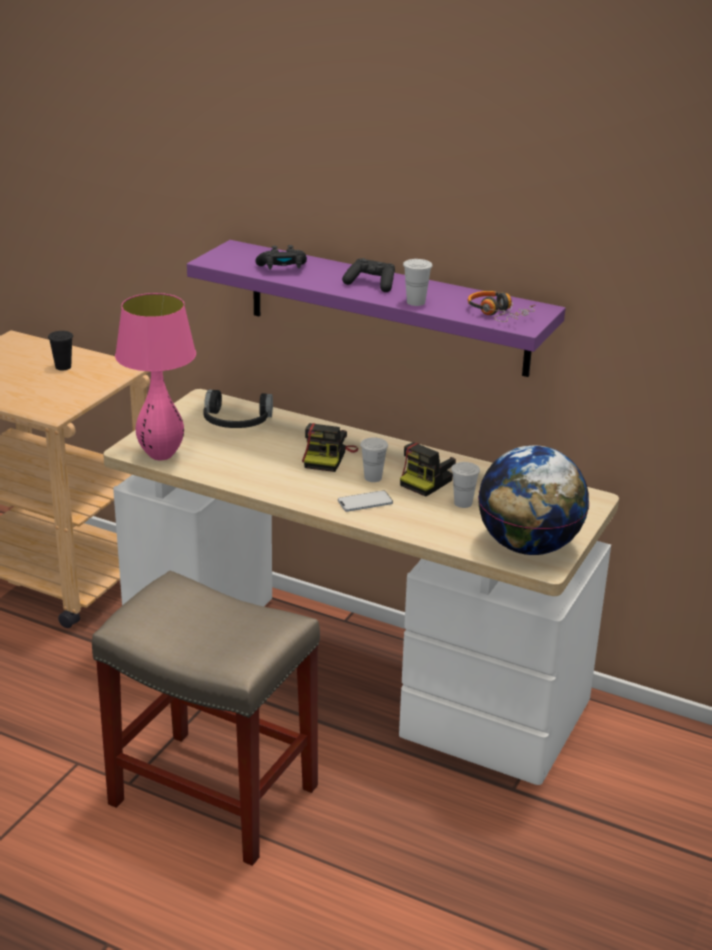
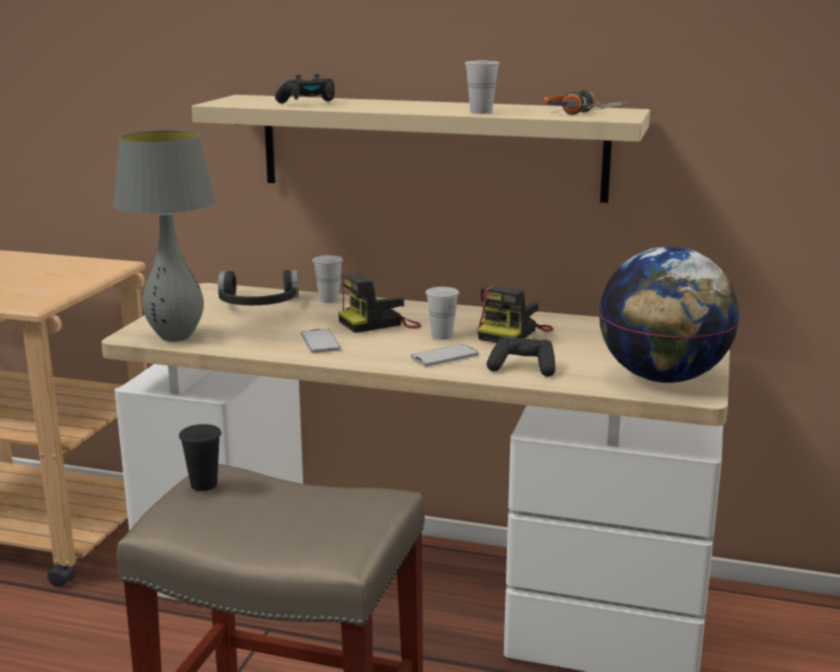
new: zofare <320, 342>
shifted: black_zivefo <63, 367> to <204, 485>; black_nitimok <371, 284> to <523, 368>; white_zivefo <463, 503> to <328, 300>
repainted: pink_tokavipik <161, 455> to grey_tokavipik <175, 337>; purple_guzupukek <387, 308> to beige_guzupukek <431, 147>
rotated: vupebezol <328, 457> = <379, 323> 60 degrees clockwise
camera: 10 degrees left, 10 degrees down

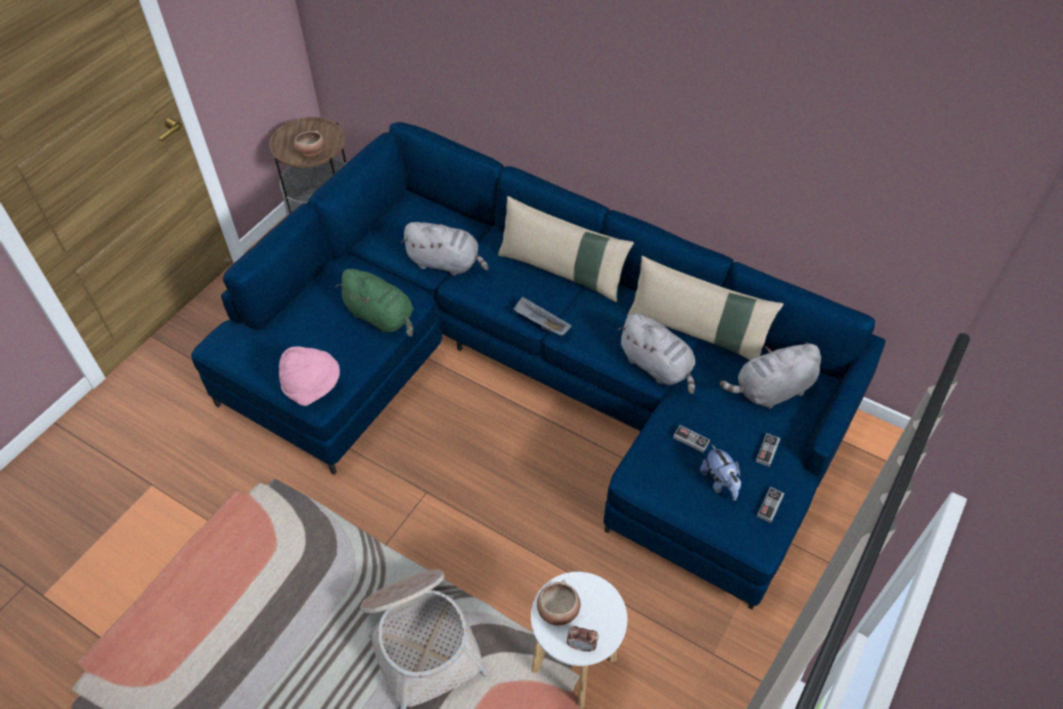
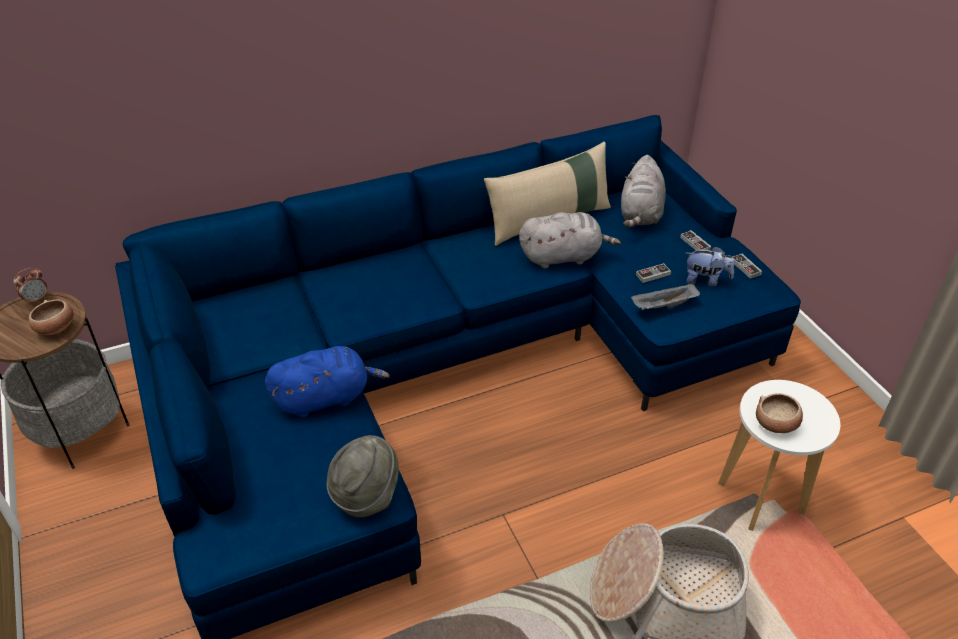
gone: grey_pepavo <446, 263>; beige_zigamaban <562, 271>
shifted: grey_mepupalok <540, 324> to <663, 306>; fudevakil <581, 645> to <36, 299>
repainted: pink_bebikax <313, 389> to grey_bebikax <365, 494>; green_pepavo <382, 317> to blue_pepavo <326, 398>
camera: 55 degrees left, 10 degrees down

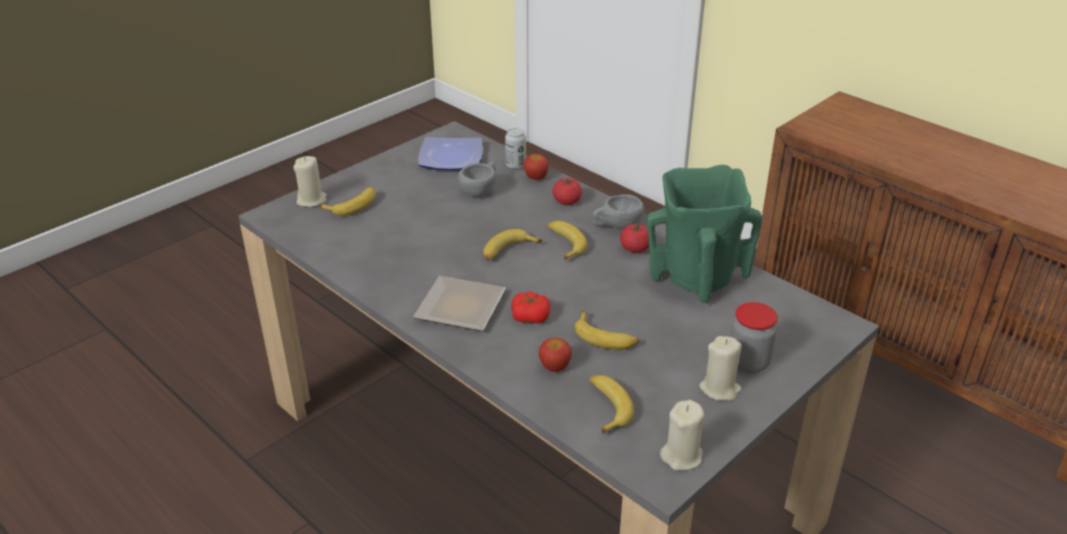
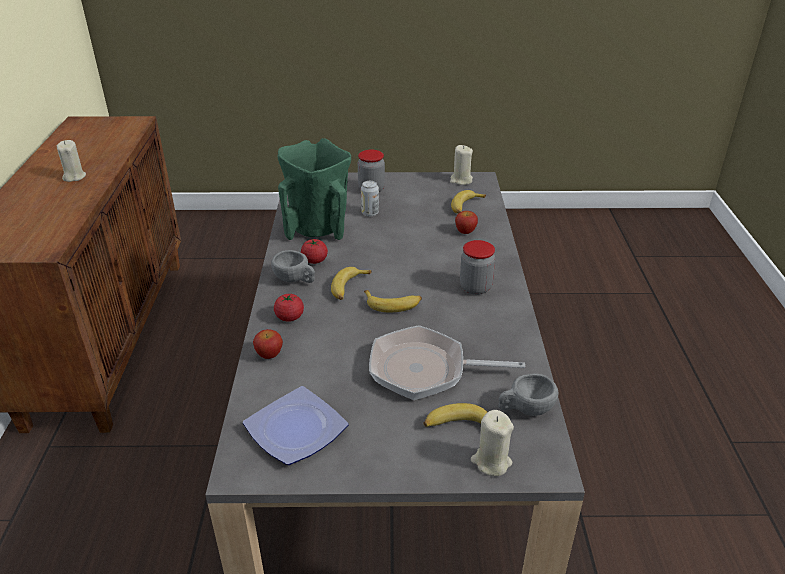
gone: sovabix <530, 316>; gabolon <605, 337>
new: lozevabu <425, 370>
shifted: grey_zivefo <481, 191> to <525, 409>; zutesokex <515, 165> to <370, 213>; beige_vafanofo <720, 389> to <74, 177>
swapped: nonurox <459, 305> to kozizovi <475, 287>
camera: 135 degrees left, 0 degrees up

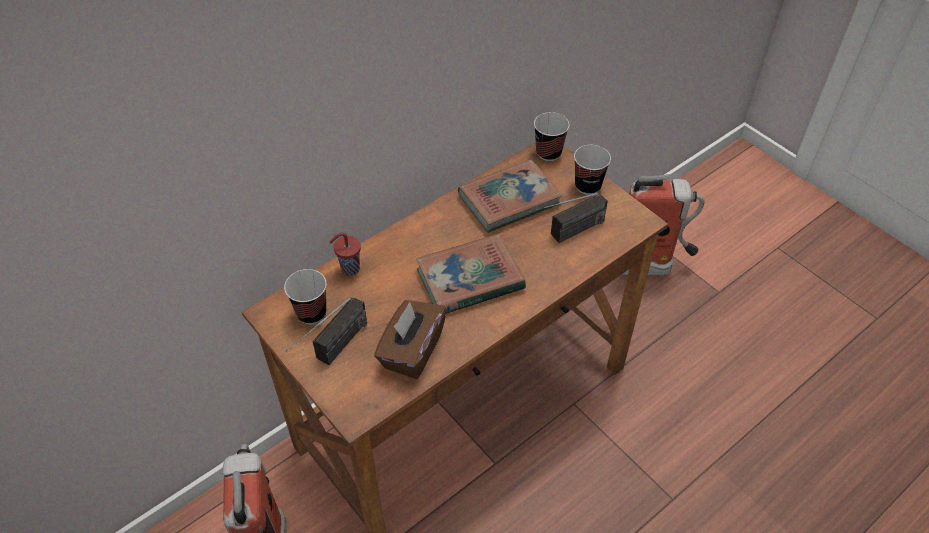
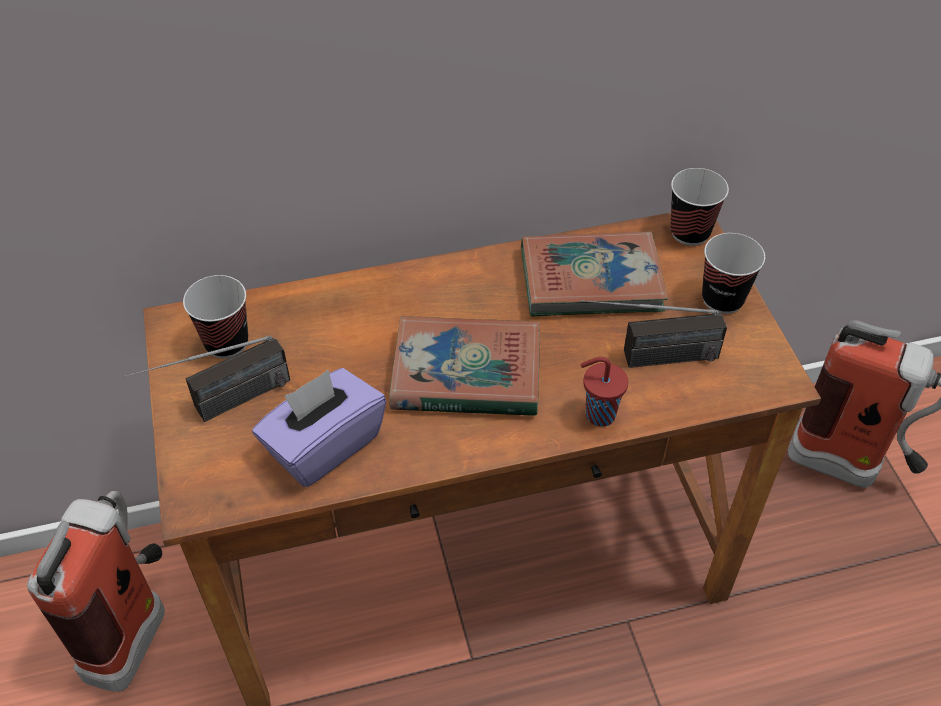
shifted: red_zivefo <349, 269> to <598, 414>
repainted: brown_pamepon <411, 351> to purple_pamepon <324, 445>
camera: 25 degrees right, 0 degrees up

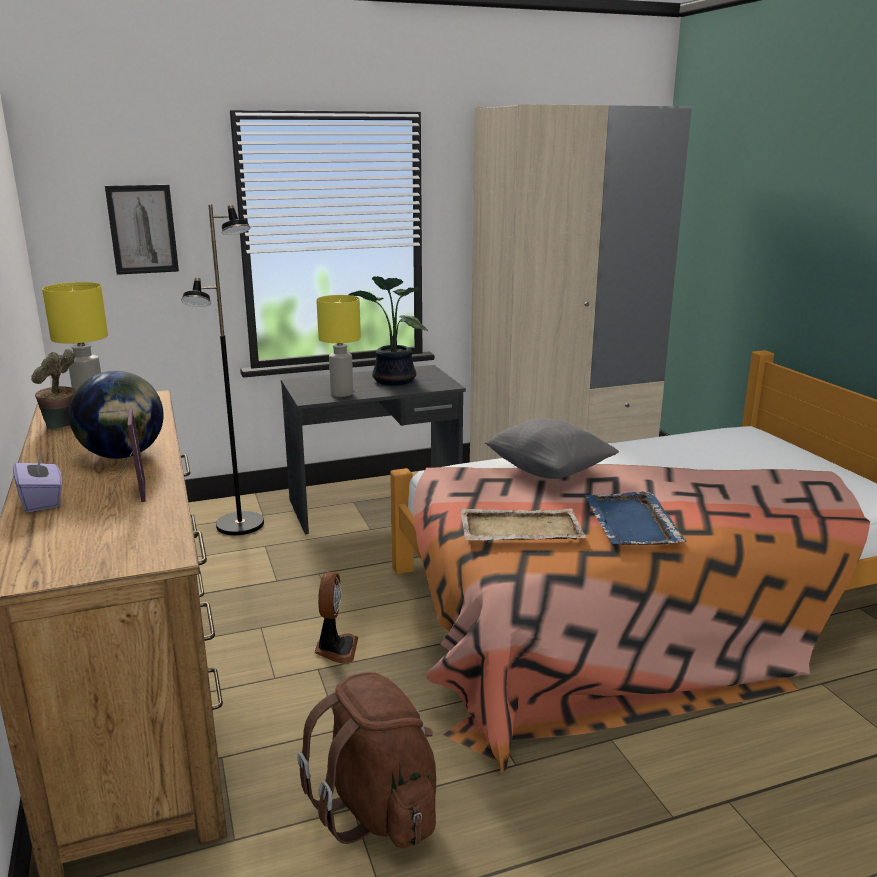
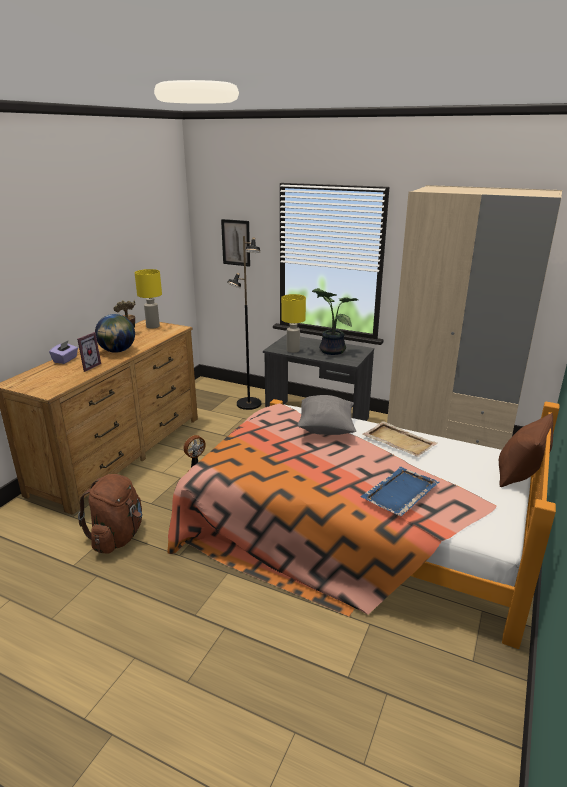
new: brown_zigamaban <520, 475>
shifted: beige_mepupalok <519, 529> to <398, 441>; blue_mepupalok <632, 523> to <399, 493>
camera: 45 degrees right, 5 degrees up

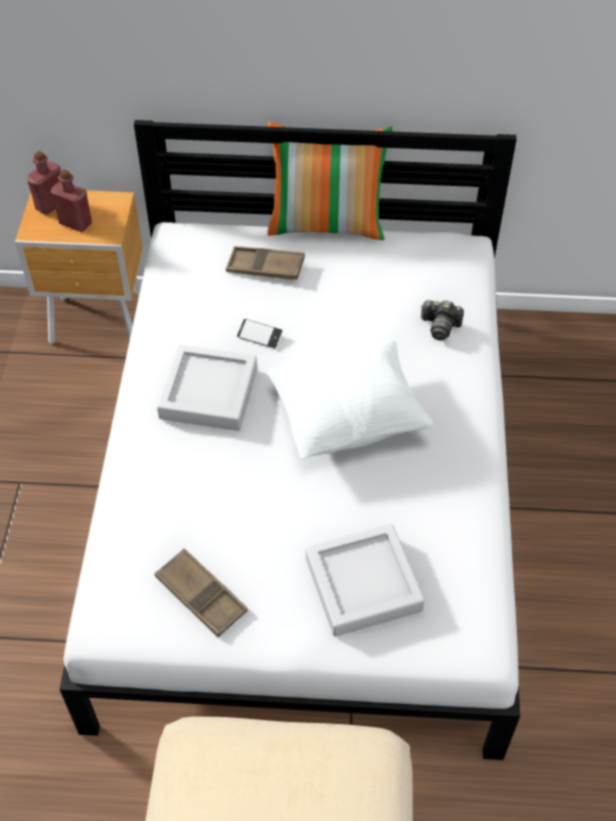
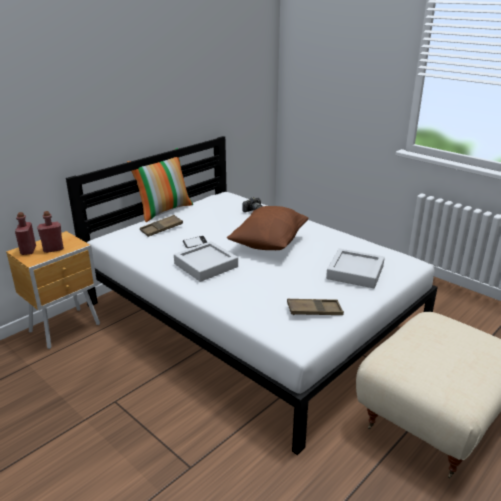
repainted: white_zigamaban <349, 419> to brown_zigamaban <269, 243>
camera: 50 degrees left, 25 degrees down

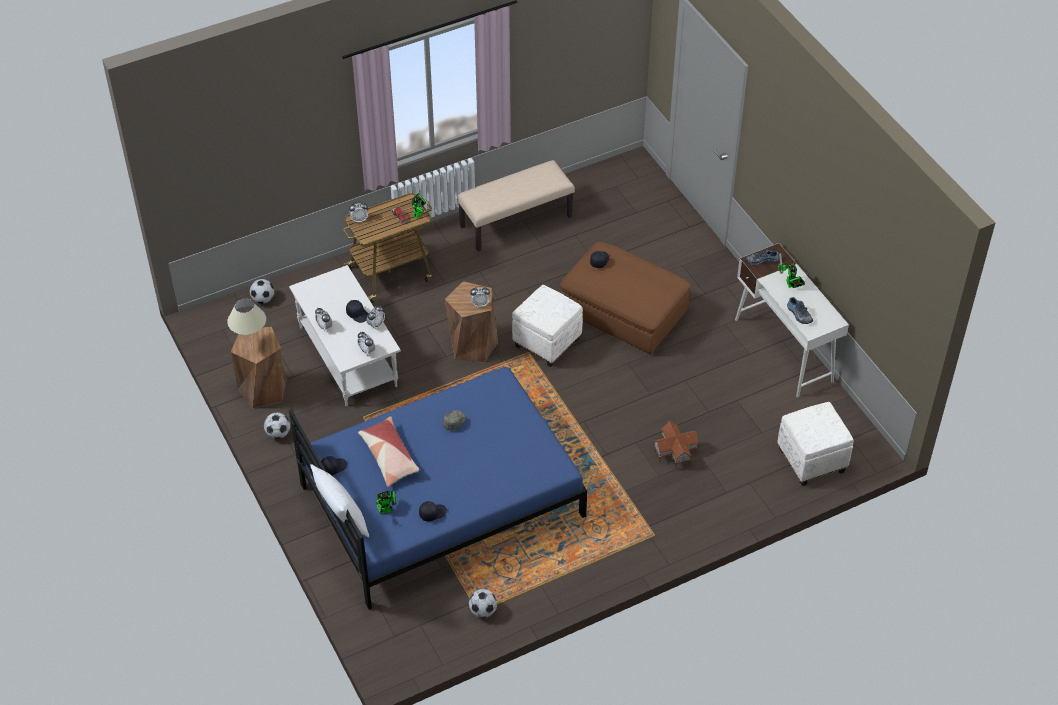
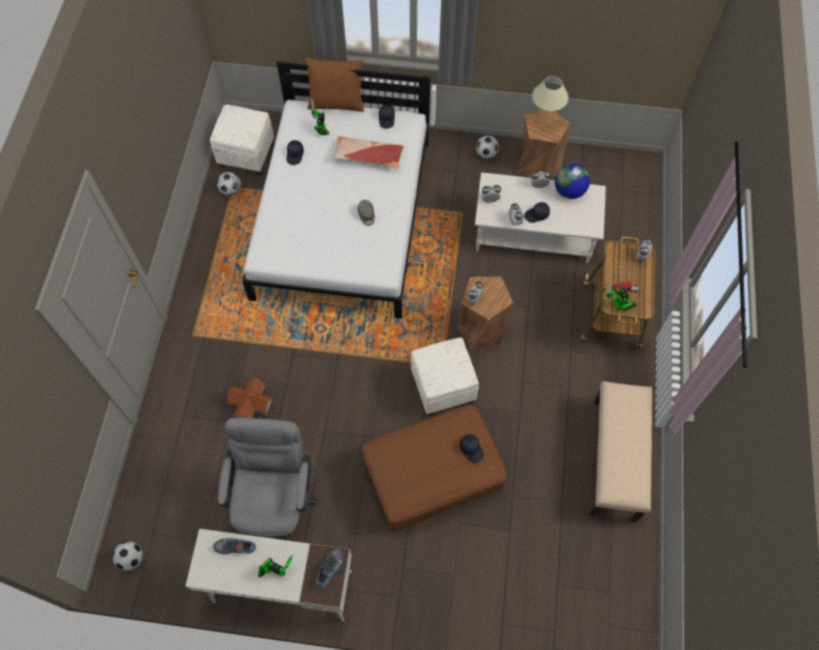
new: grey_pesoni <276, 503>; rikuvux <569, 191>
shifted: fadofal <263, 299> to <131, 558>; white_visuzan <810, 460> to <247, 154>
repainted: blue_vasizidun <441, 500> to white_vasizidun <343, 219>; white_zigamaban <342, 519> to brown_zigamaban <336, 103>
camera: 125 degrees right, 15 degrees up

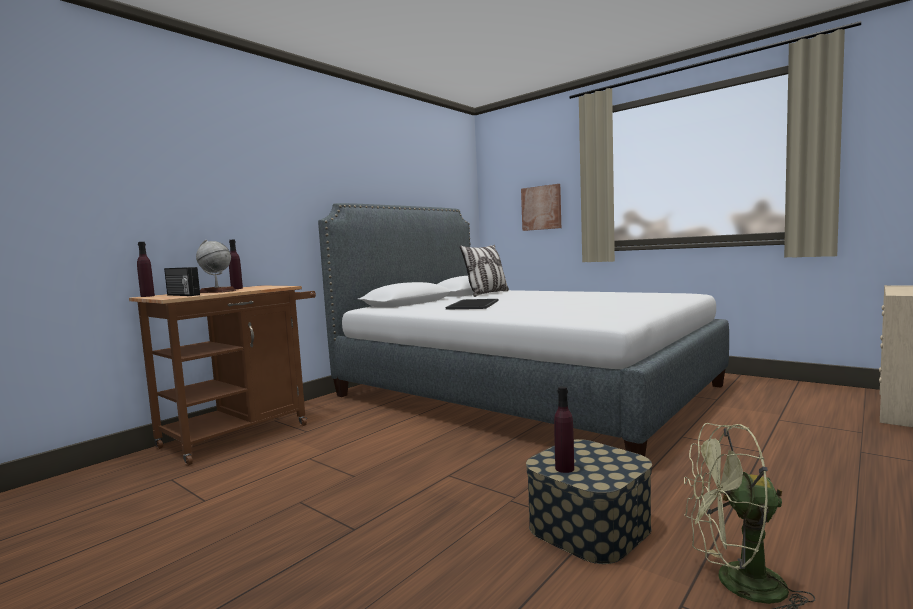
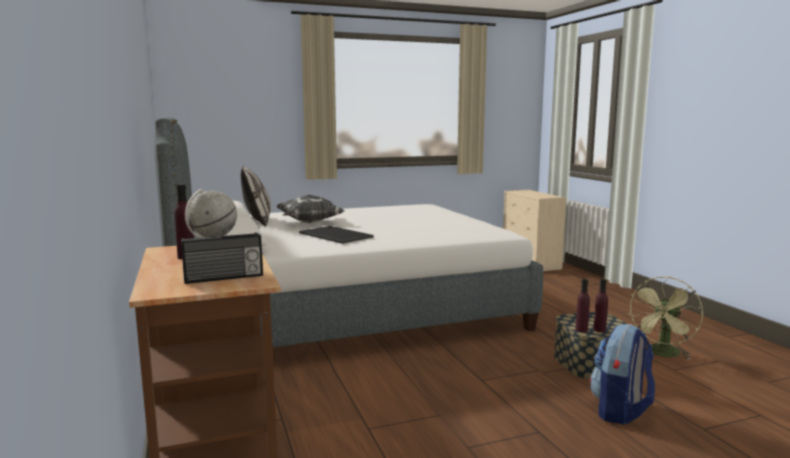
gone: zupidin <541, 208>
new: zigamaban <309, 223>; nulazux <620, 411>
shifted: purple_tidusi <147, 296> to <581, 330>
camera: 60 degrees left, 5 degrees up

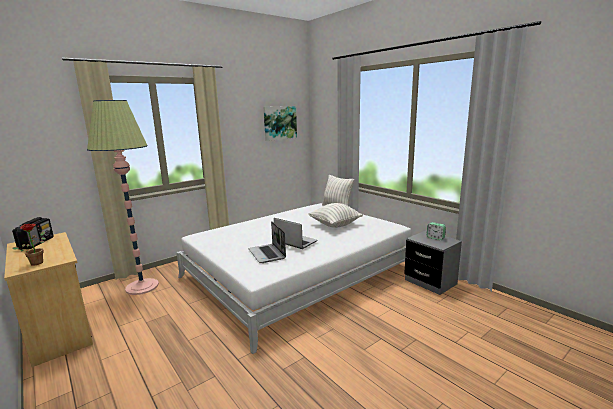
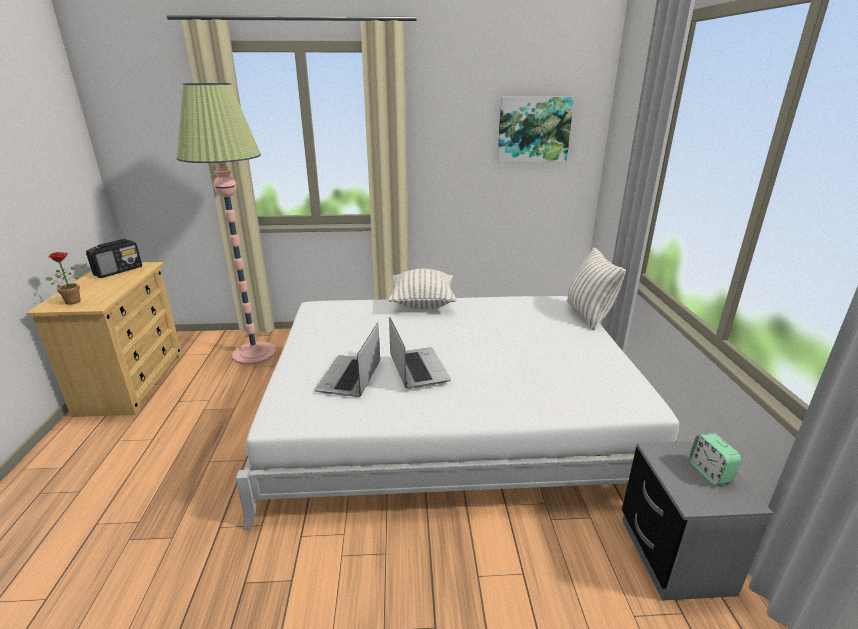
shifted: zigamaban <335, 225> to <422, 304>
camera: 35 degrees right, 10 degrees up

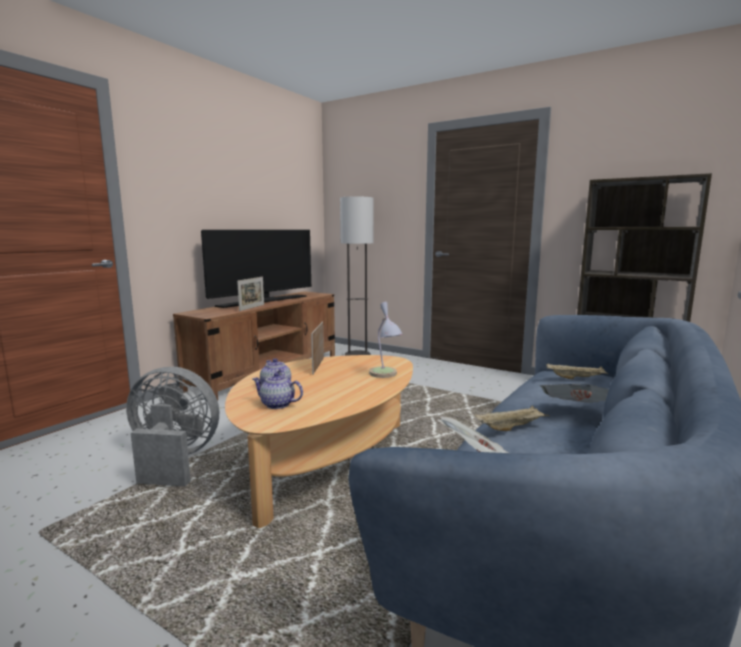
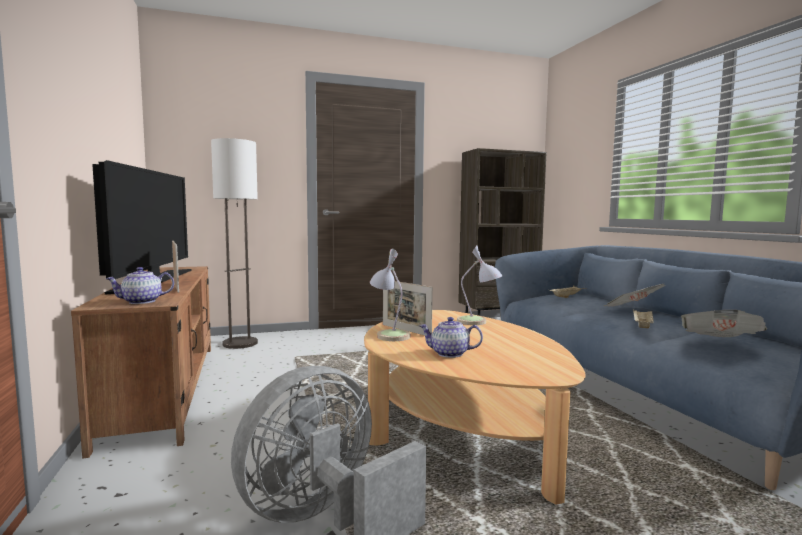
new: tokavipik <389, 335>
shifted: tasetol <277, 404> to <141, 302>
camera: 50 degrees left, 5 degrees down

